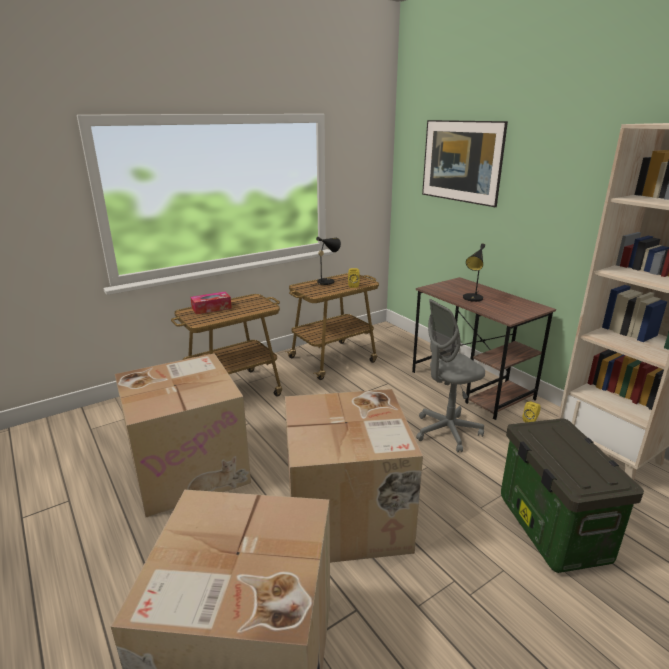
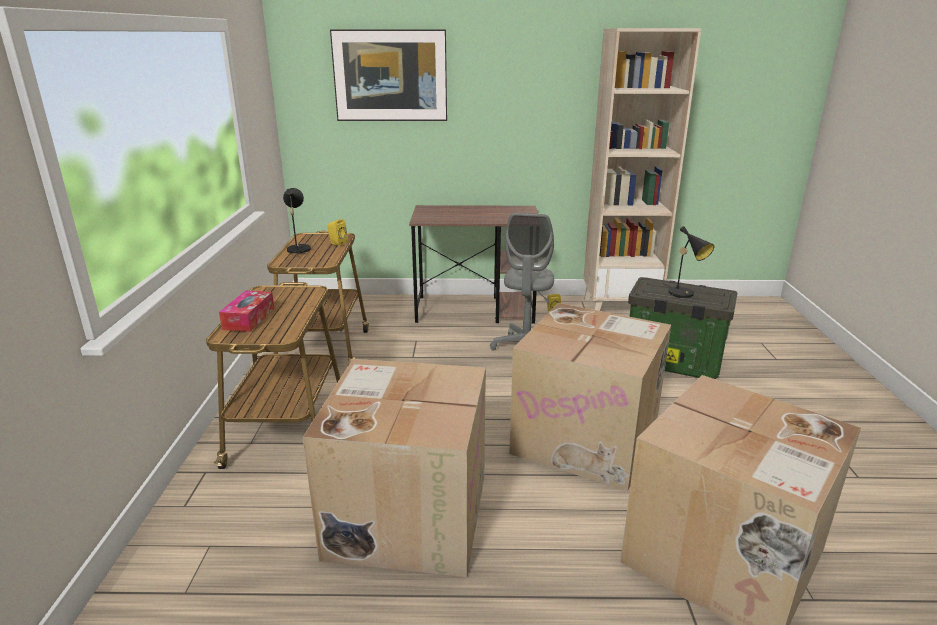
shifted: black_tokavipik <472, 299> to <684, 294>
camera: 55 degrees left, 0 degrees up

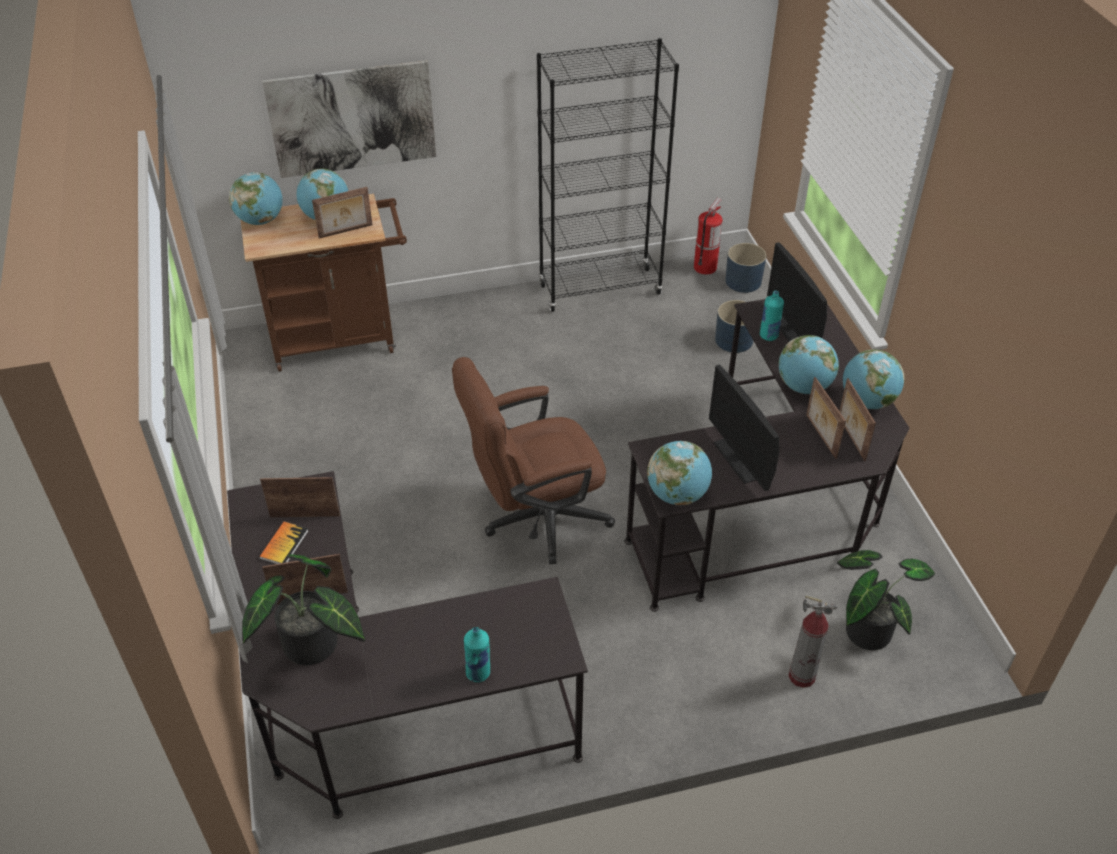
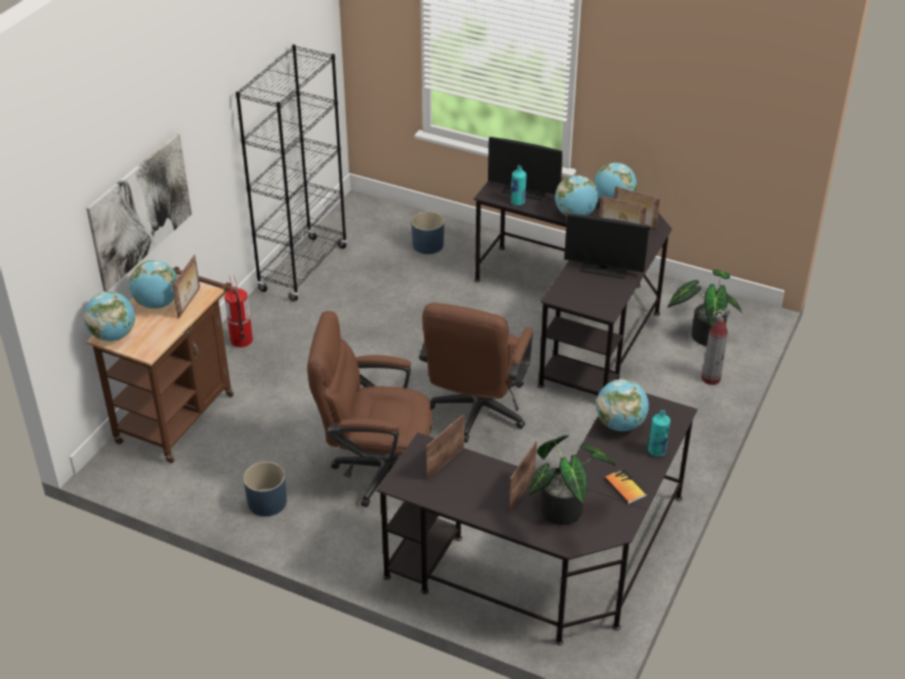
new: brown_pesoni <376, 469>
shifted: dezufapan <284, 544> to <625, 487>; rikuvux <677, 495> to <620, 424>; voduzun <705, 267> to <241, 340>; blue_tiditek <742, 281> to <267, 502>
camera: 50 degrees left, 5 degrees down

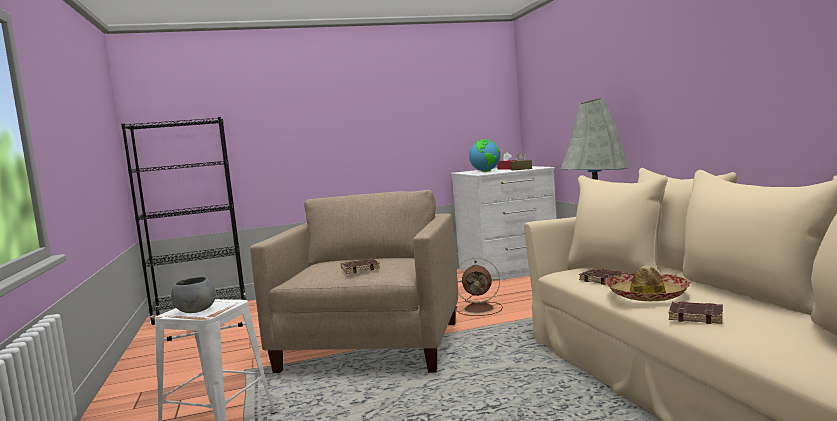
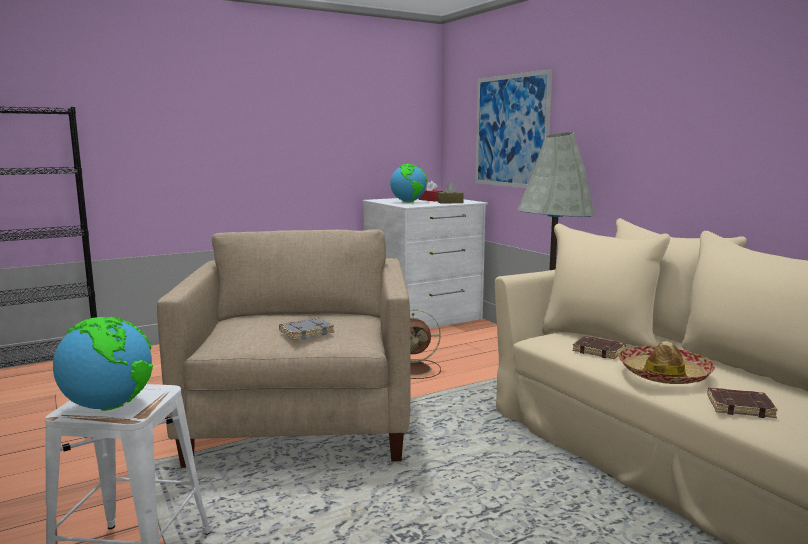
new: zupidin <511, 131>
swapped: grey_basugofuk <195, 311> to rikuvux <108, 406>
repainted: brown_dezufapan <360, 269> to grey_dezufapan <306, 332>
camera: 15 degrees left, 5 degrees up

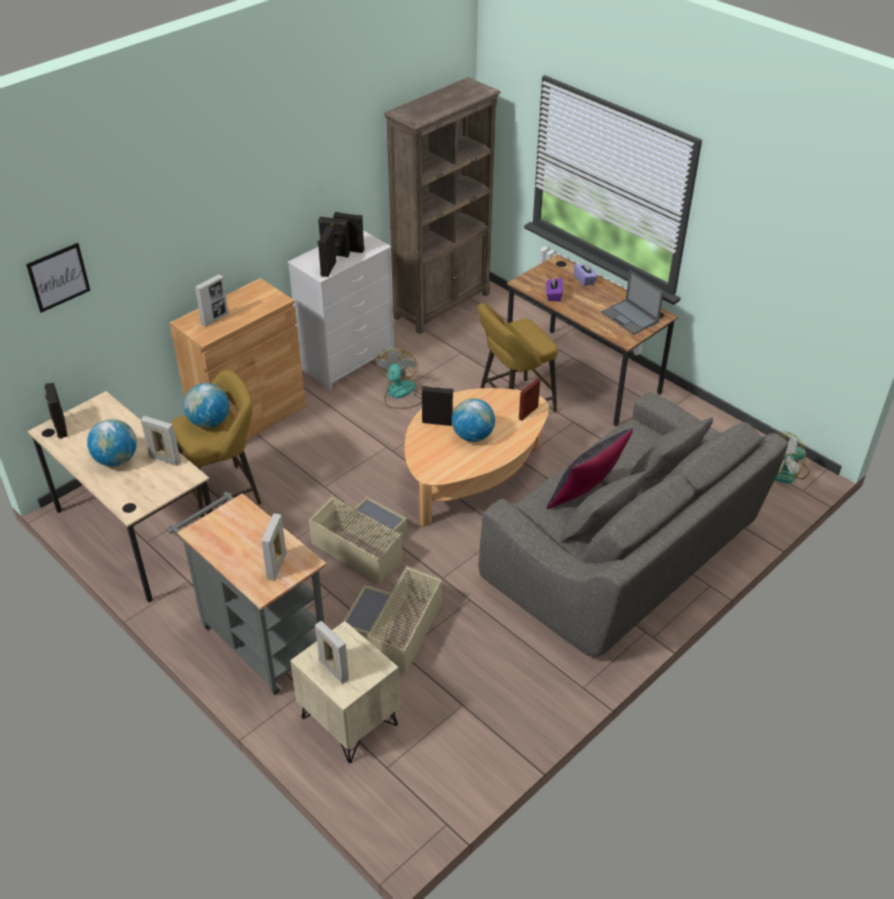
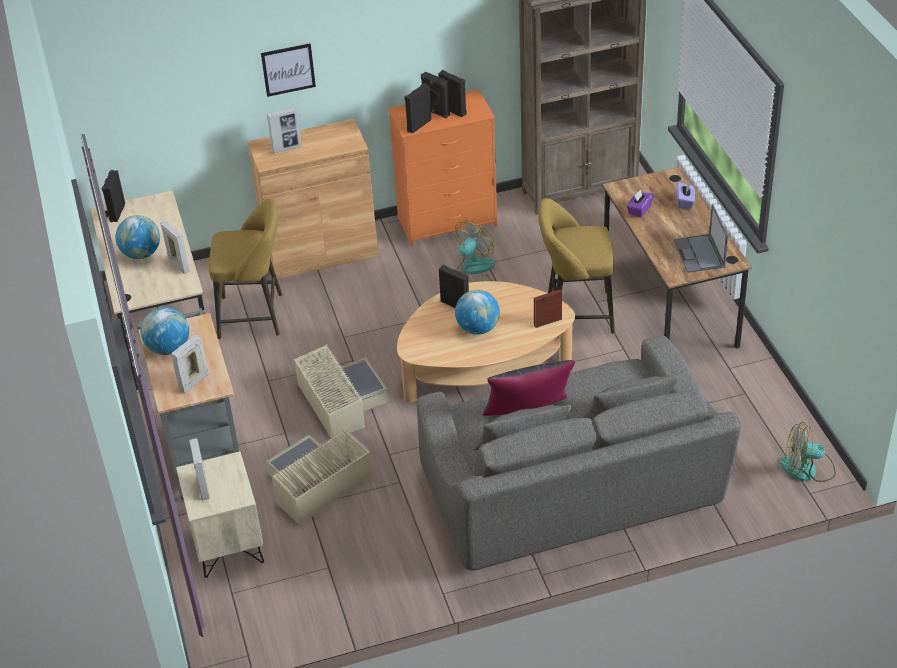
shifted: zupidin <58, 277> to <288, 69>; rikuvux <209, 422> to <168, 348>
repainted: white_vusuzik <347, 360> to orange_vusuzik <448, 222>
camera: 30 degrees right, 0 degrees up

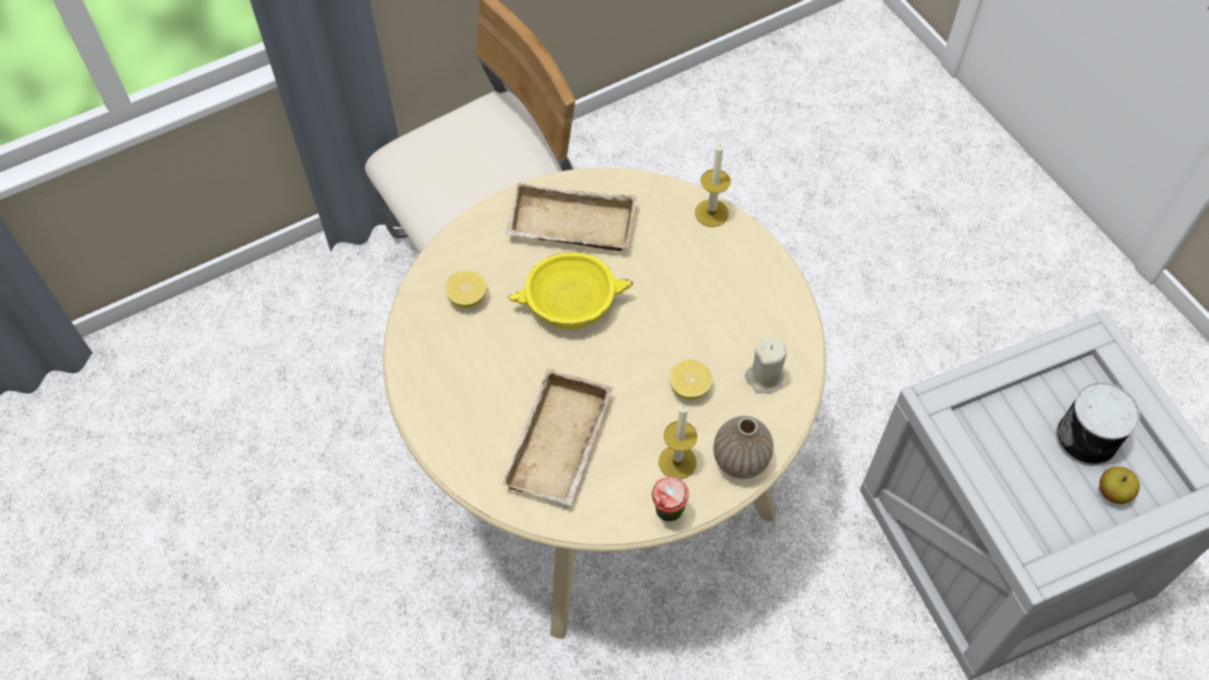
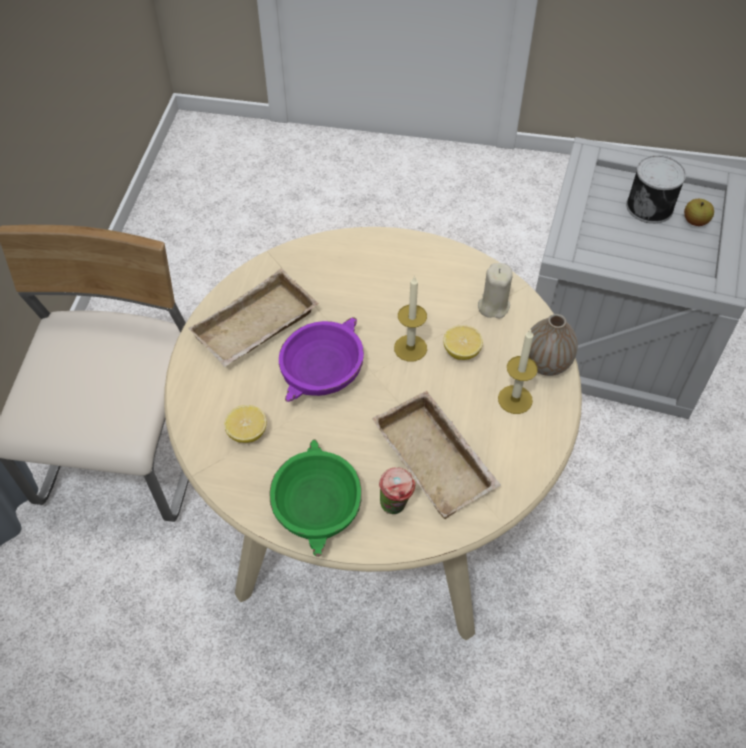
new: green_basugofuk <316, 507>
shifted: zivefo <668, 514> to <396, 507>; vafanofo <711, 213> to <410, 348>
repainted: yellow_basugofuk <570, 305> to purple_basugofuk <323, 373>
camera: 50 degrees left, 5 degrees down

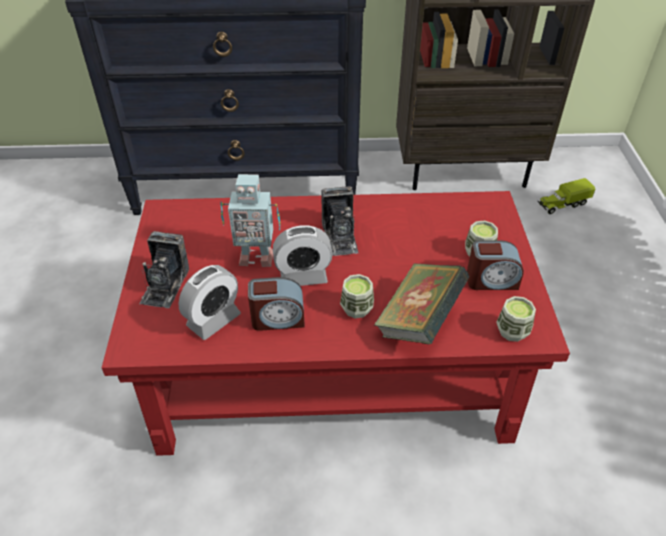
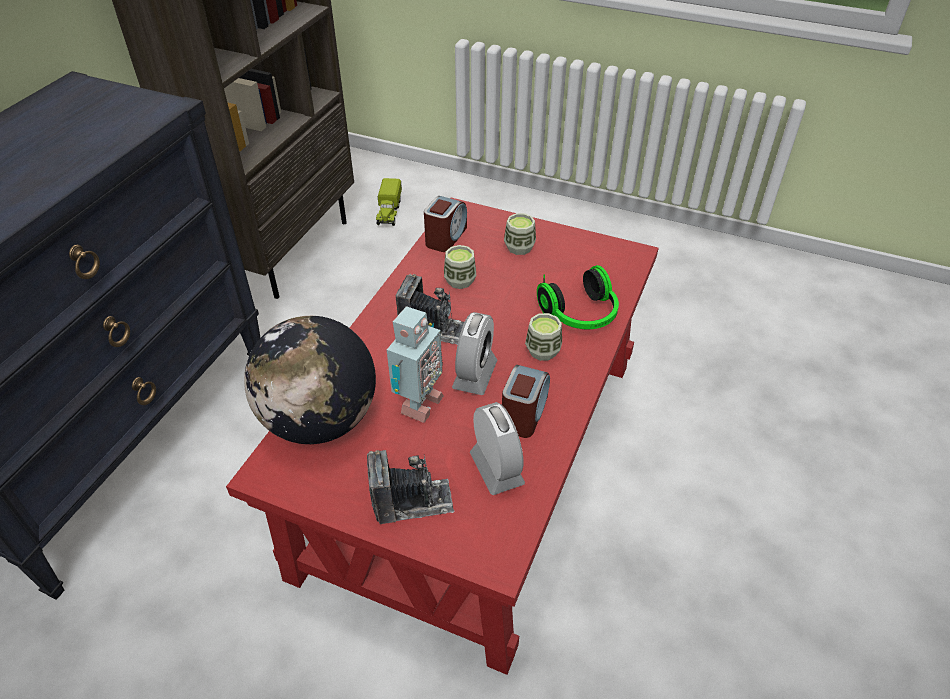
new: rikuvux <319, 421>
shifted: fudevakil <491, 280> to <446, 237>; zivefo <512, 331> to <460, 280>
swapped: dezufapan <418, 321> to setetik <581, 315>
rotated: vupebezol <165, 285> = <412, 501> 45 degrees counterclockwise
camera: 65 degrees left, 0 degrees up

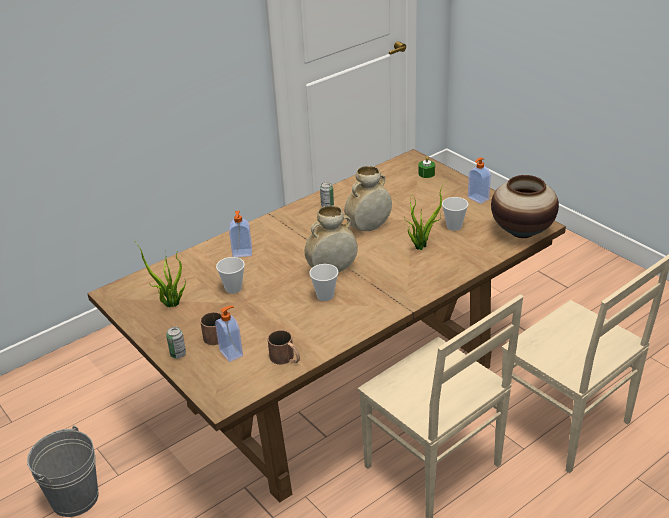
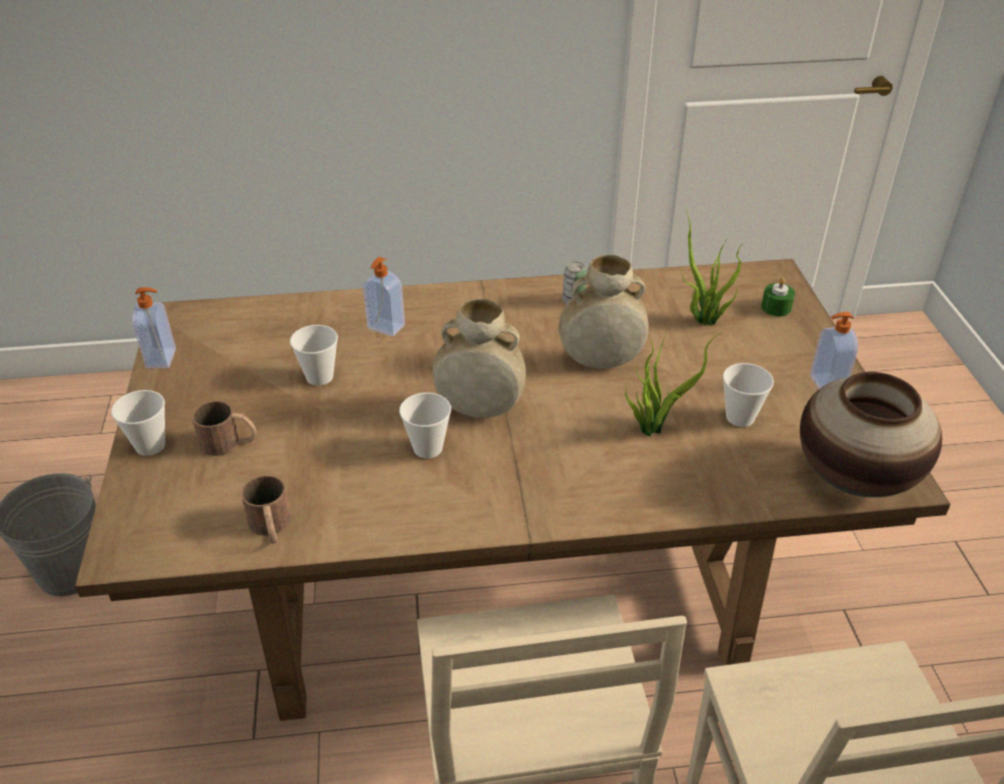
shifted: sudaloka <170, 304> to <703, 320>; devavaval <232, 353> to <162, 358>
swapped: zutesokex <178, 354> to zivefo <150, 445>
camera: 30 degrees right, 5 degrees up

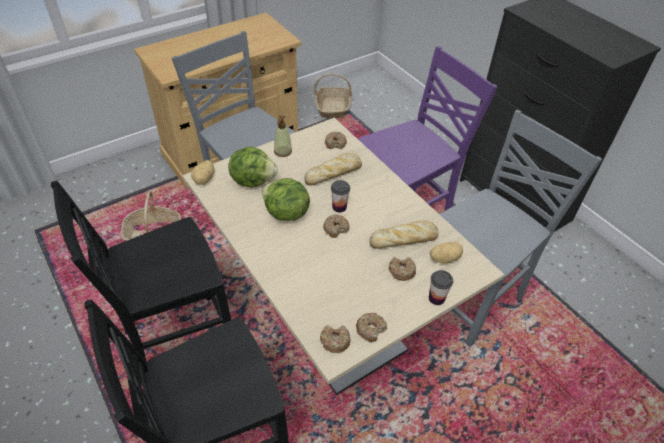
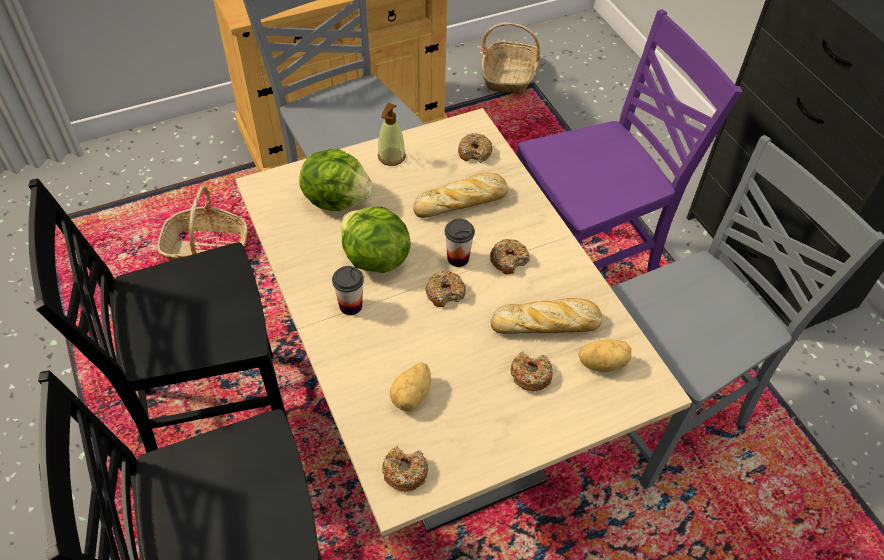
shifted: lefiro <205, 179> to <412, 396>; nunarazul <370, 329> to <509, 260>; zivefo <436, 298> to <350, 306>
camera: 10 degrees right, 5 degrees up

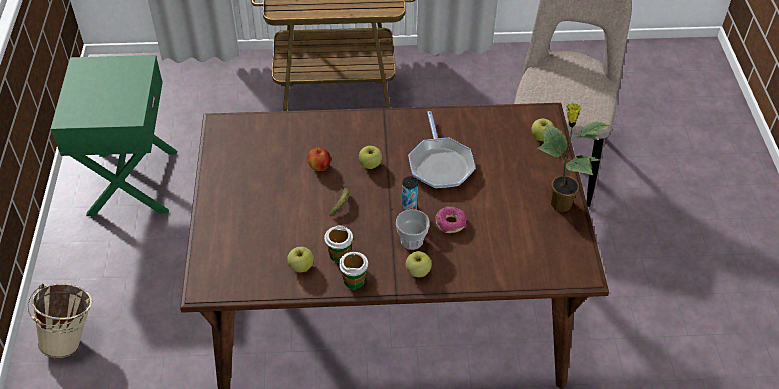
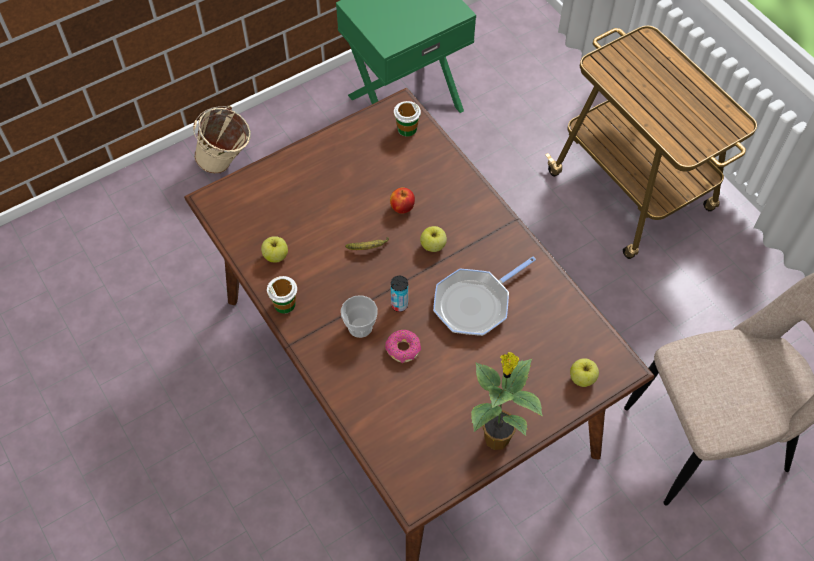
gone: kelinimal <418, 271>
shifted: zivefo <339, 254> to <407, 129>
camera: 60 degrees right, 10 degrees up

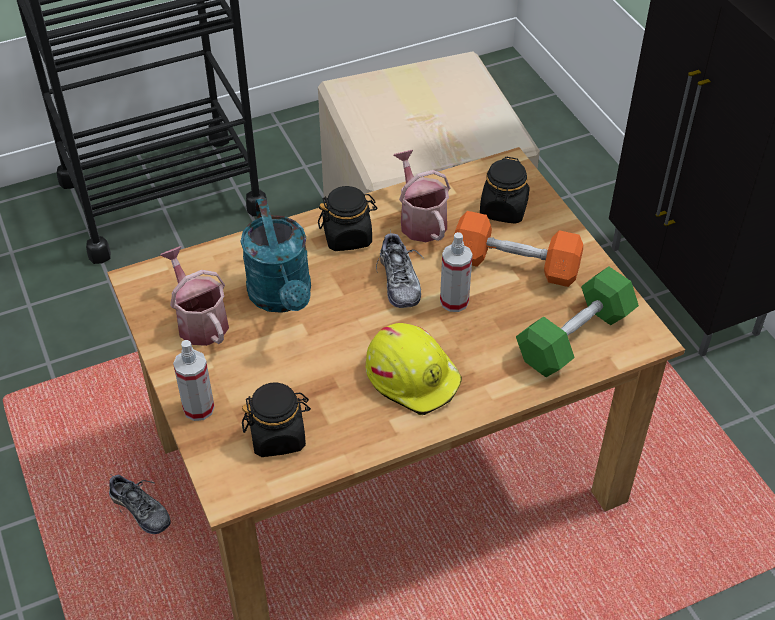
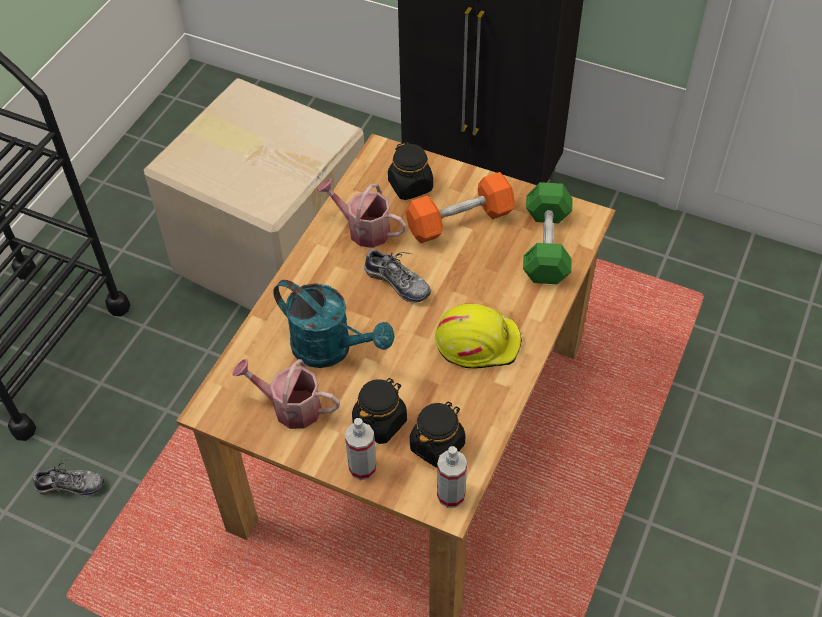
shifted: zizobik <140, 510> to <71, 486>; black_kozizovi <348, 236> to <380, 422>; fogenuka <454, 301> to <451, 495>
camera: 40 degrees left, 5 degrees up

